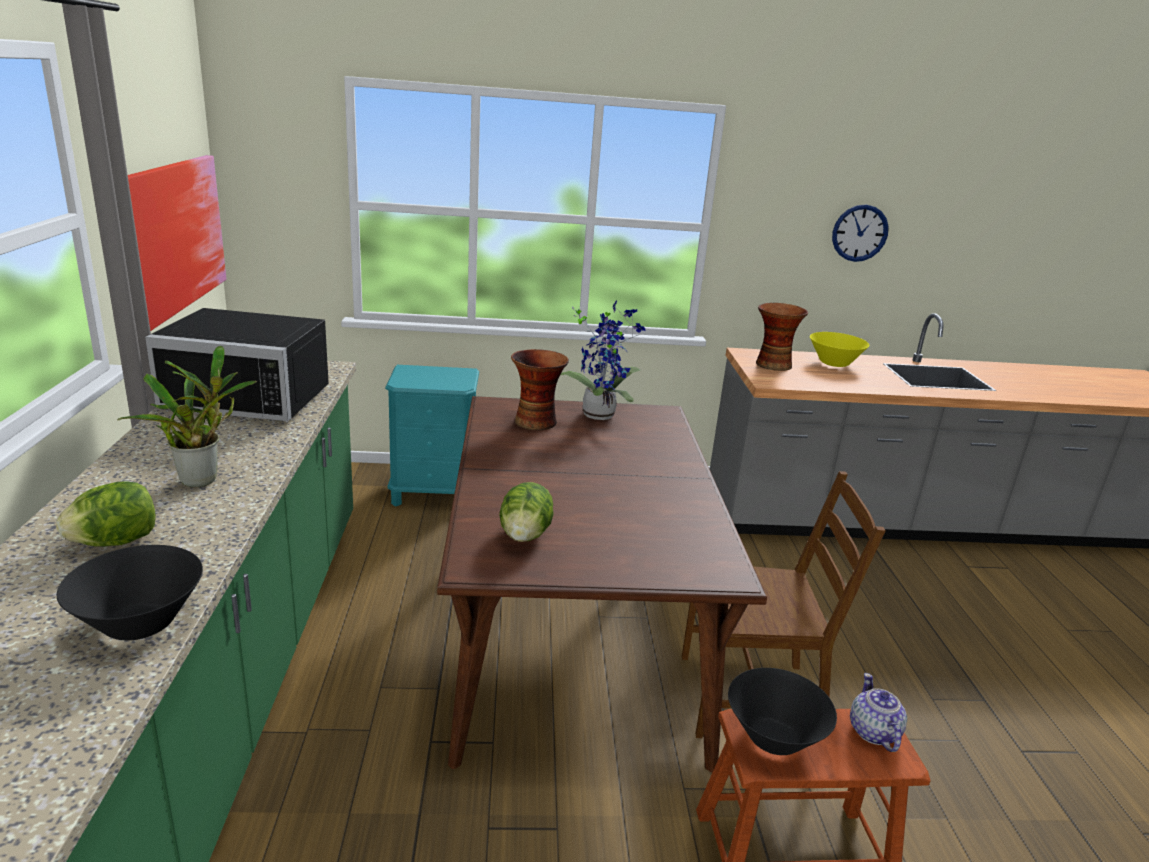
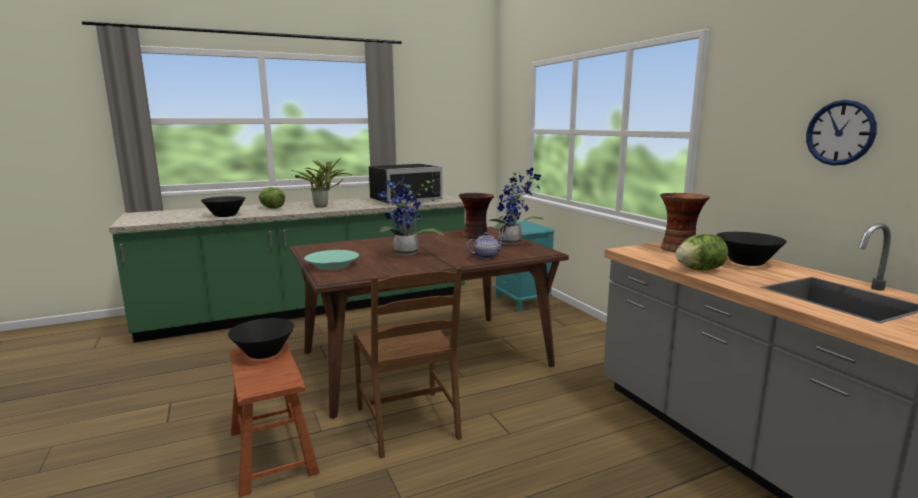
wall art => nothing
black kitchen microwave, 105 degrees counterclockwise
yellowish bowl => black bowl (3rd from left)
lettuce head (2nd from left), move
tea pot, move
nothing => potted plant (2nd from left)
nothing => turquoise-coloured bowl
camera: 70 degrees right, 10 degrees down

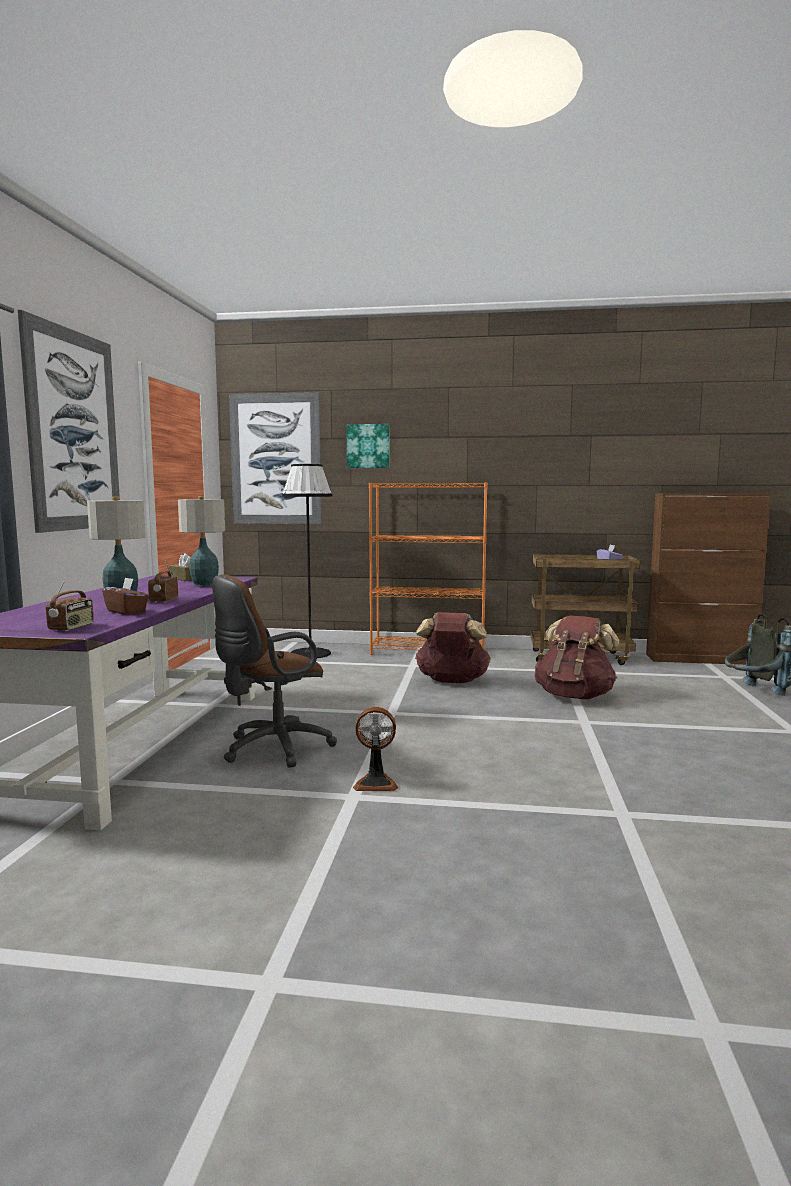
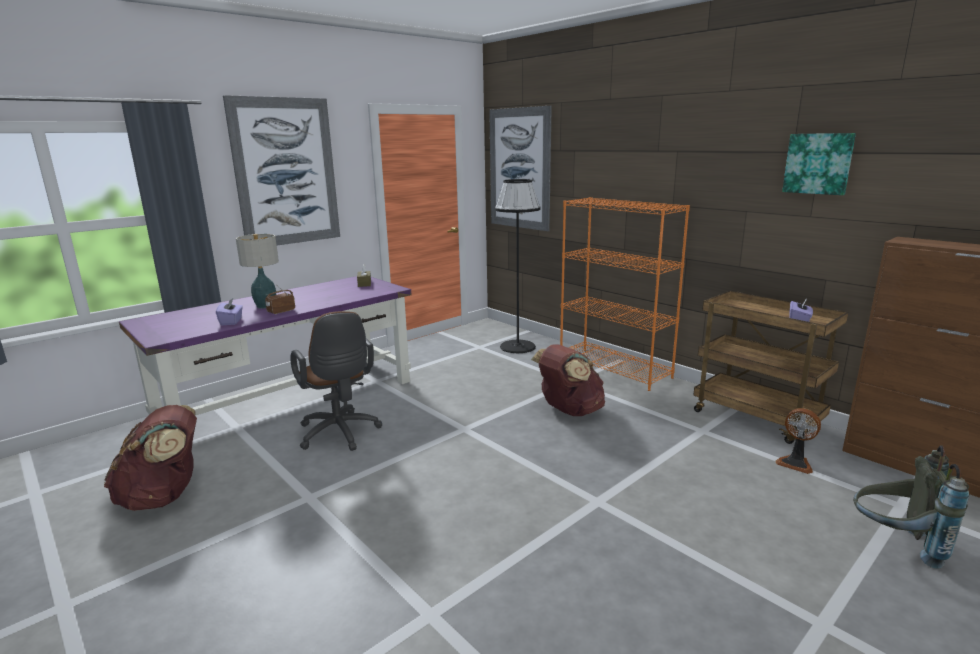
wall art (3rd from left), move
table lamp (2nd from left) => nothing
brownish desk chair, 120 degrees counterclockwise
radio set (1st from left) => nothing
brownish tissue holder (1st from left) => purplish tissue holder (1st from left)
brownish knapsack (2nd from left in the first image) => brownish knapsack (1st from left), move
electric fan, move
camera: 40 degrees right, 10 degrees up

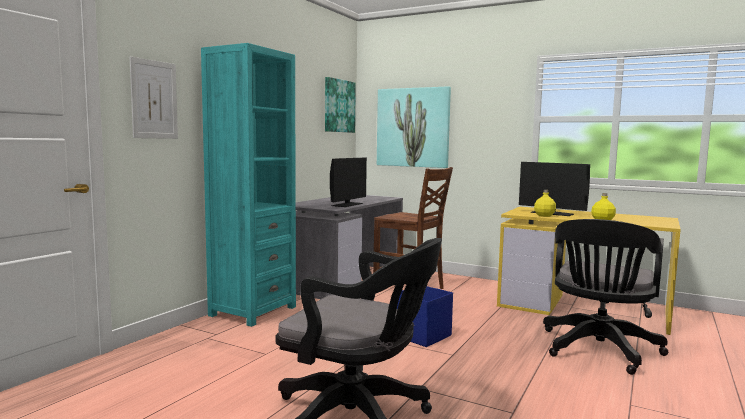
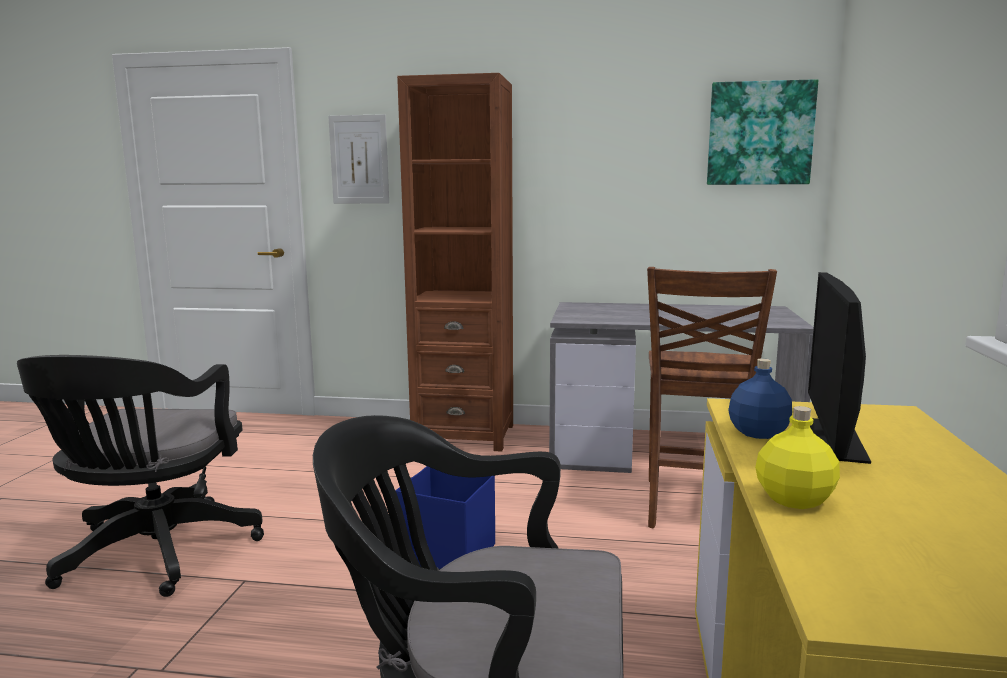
turquoise-coloured bookshelf => brownish bookshelf
wall art (3rd from left) => nothing
monitor (1st from left) => nothing
yellowish beverage bottle (1st from left) => bluish beverage bottle
camera: 70 degrees right, 5 degrees up

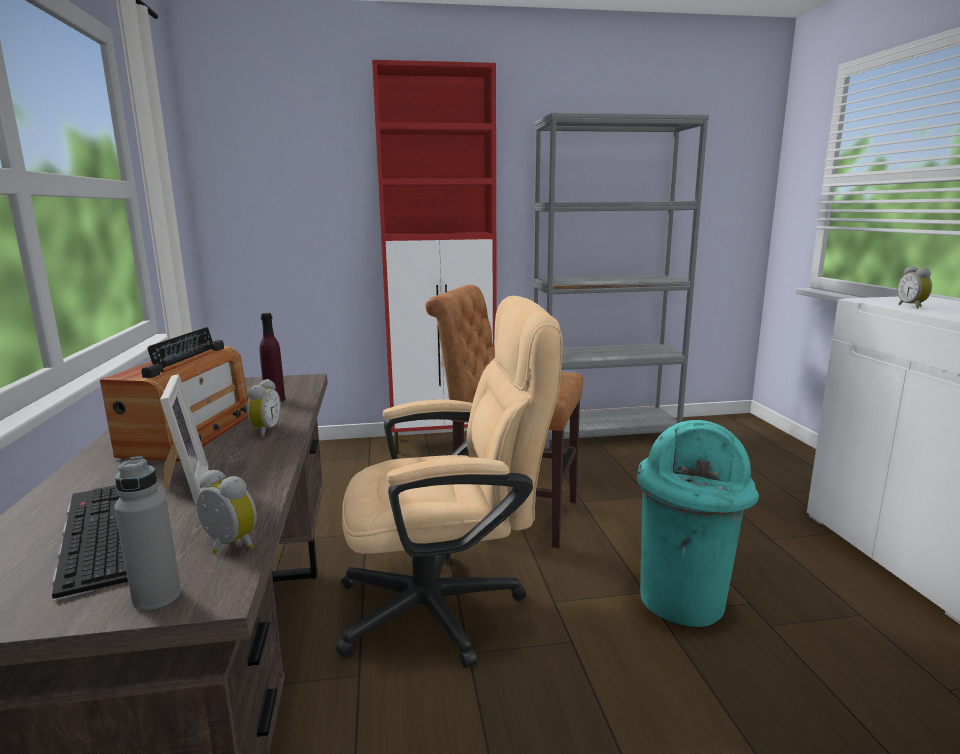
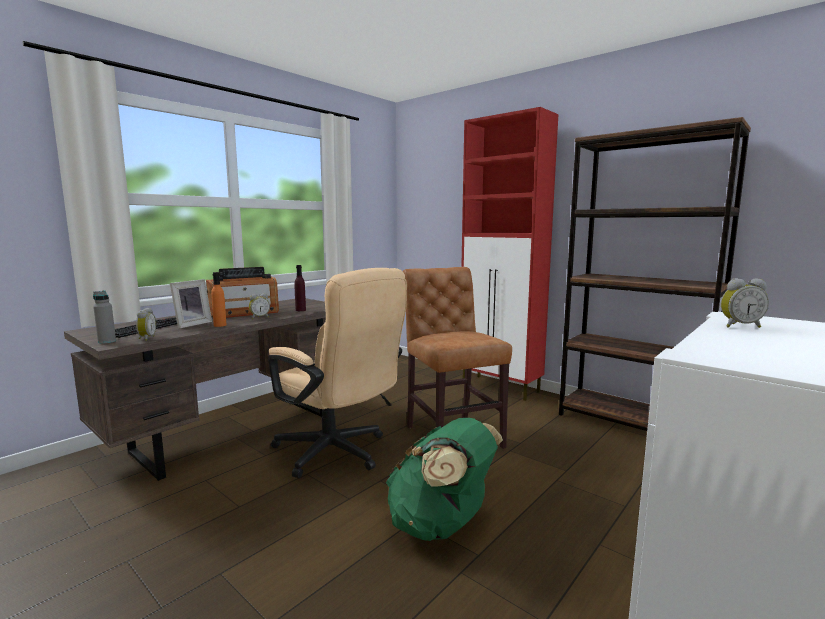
gray bookshelf => brownish bookshelf
bedside clock (3rd from left), 135 degrees counterclockwise
turquoise-coloured rubbish bin => greenish knapsack
nothing => orange beverage bottle
camera: 50 degrees right, 5 degrees down

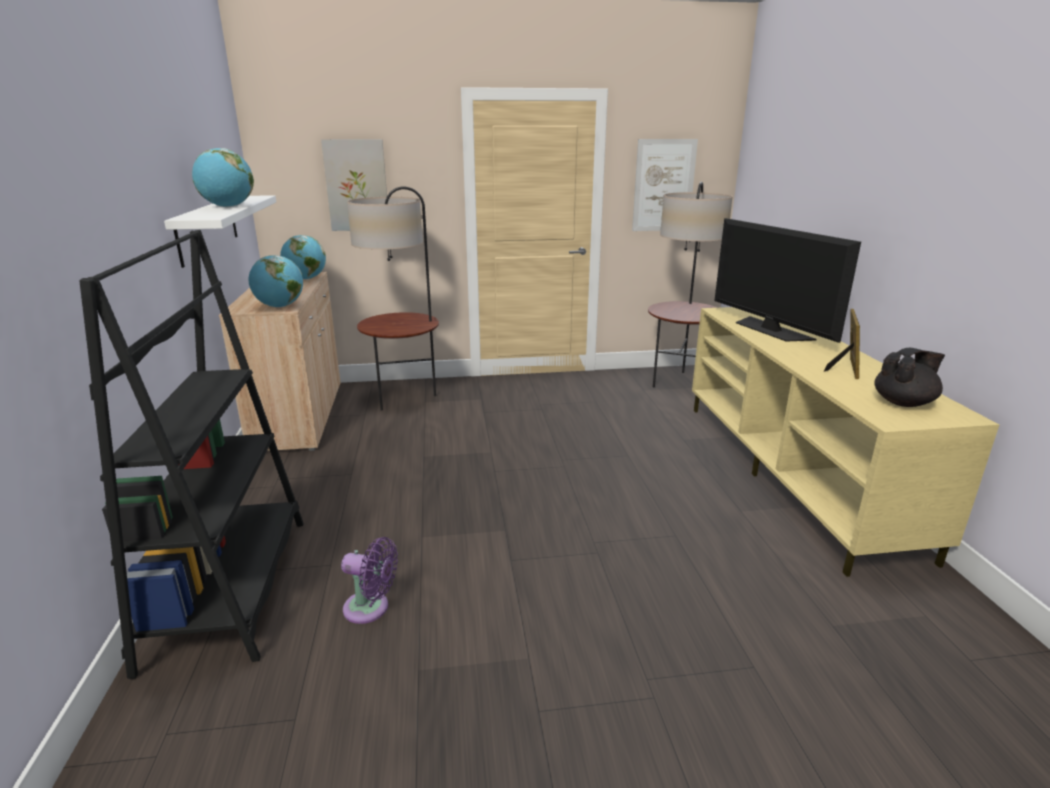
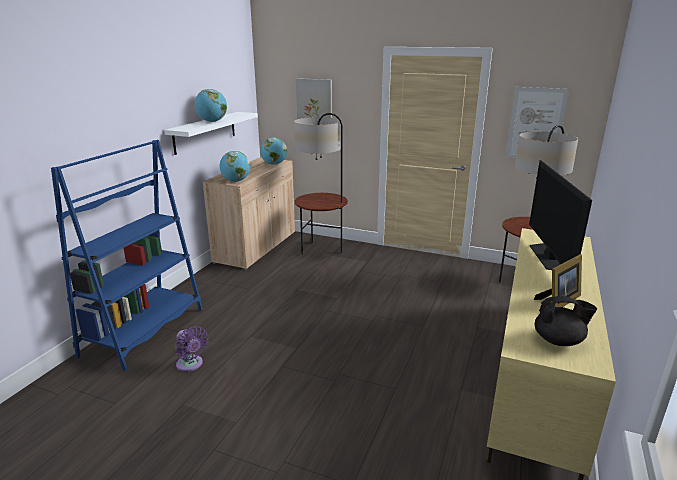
black bookshelf => bluish bookshelf
camera: 30 degrees right, 0 degrees up

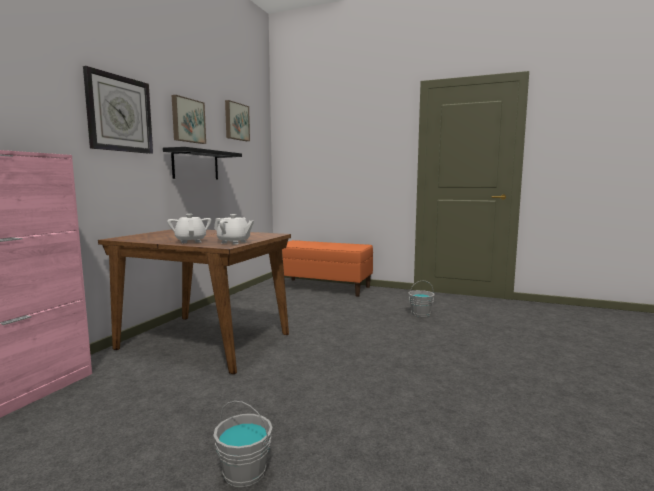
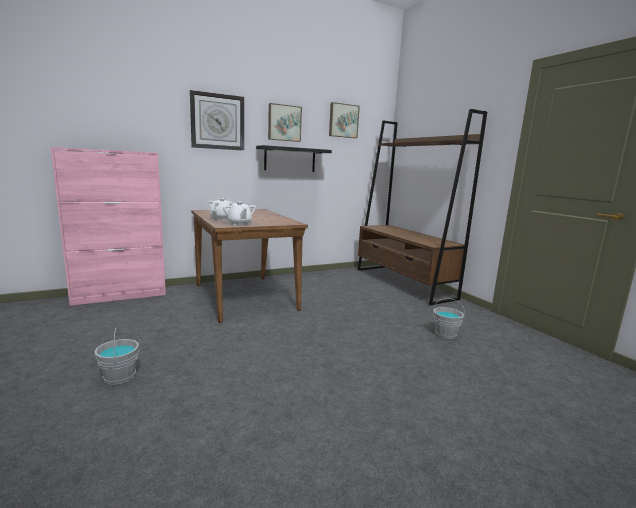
orange indoor bench => brownish bookshelf
camera: 40 degrees right, 5 degrees up

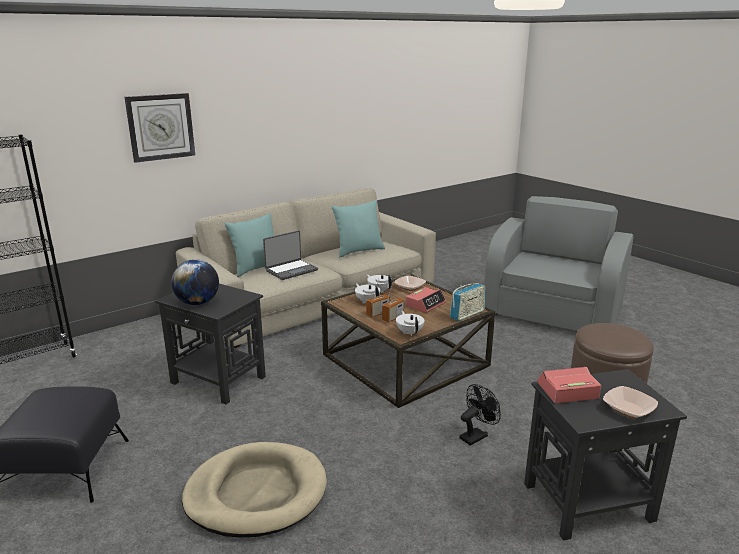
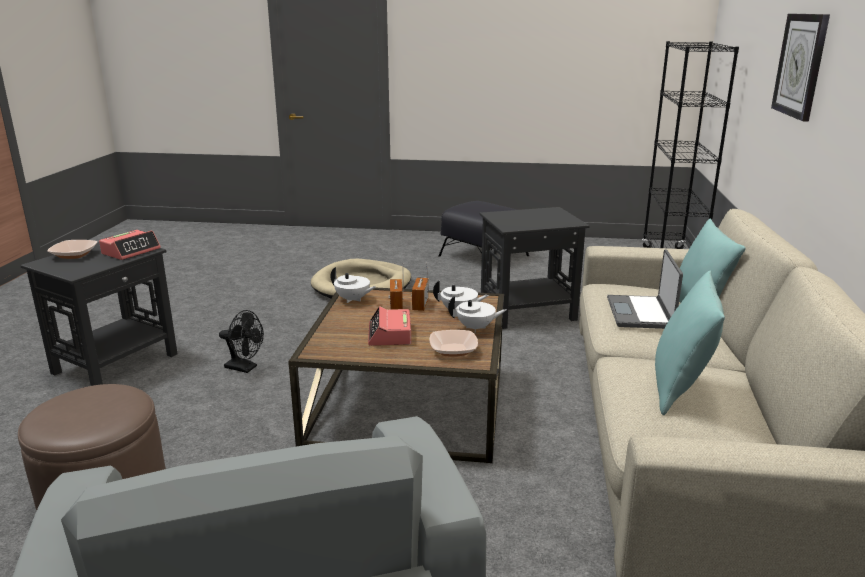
globe => nothing
radio set (3rd from left) => nothing
black electric fan, 75 degrees counterclockwise
camera: 135 degrees right, 0 degrees up

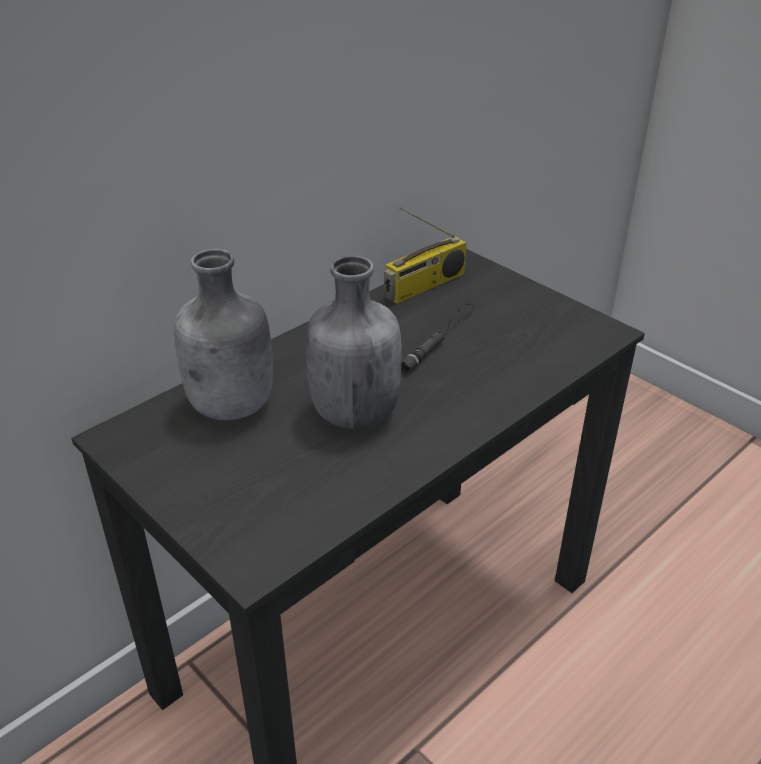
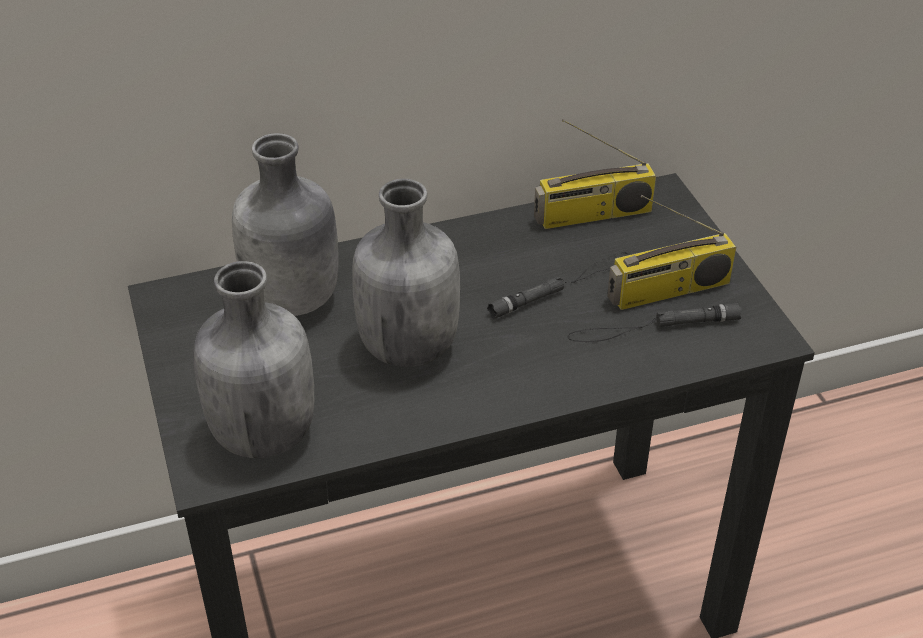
nothing => radio set (2nd from left)
nothing => gray beverage bottle (1st from left)
nothing => black flashlight (2nd from left)
camera: 25 degrees right, 5 degrees up

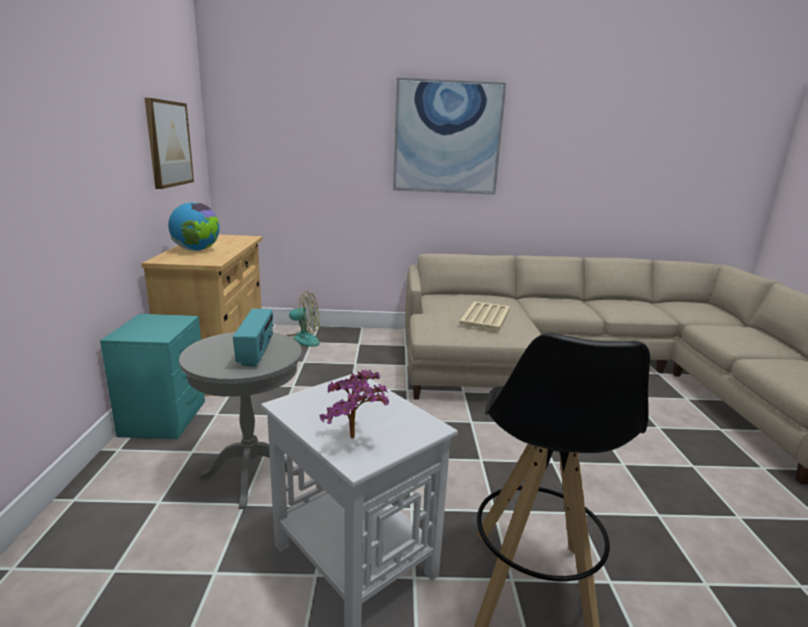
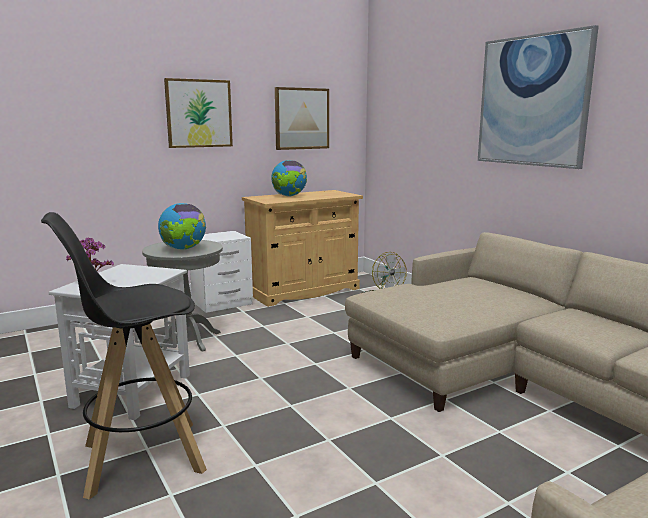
beige serving tray => nothing
radio set => globe (1st from left)
turquoise-coloured nightstand => white-coloured nightstand
nothing => wall art (1st from left)
camera: 60 degrees right, 5 degrees down

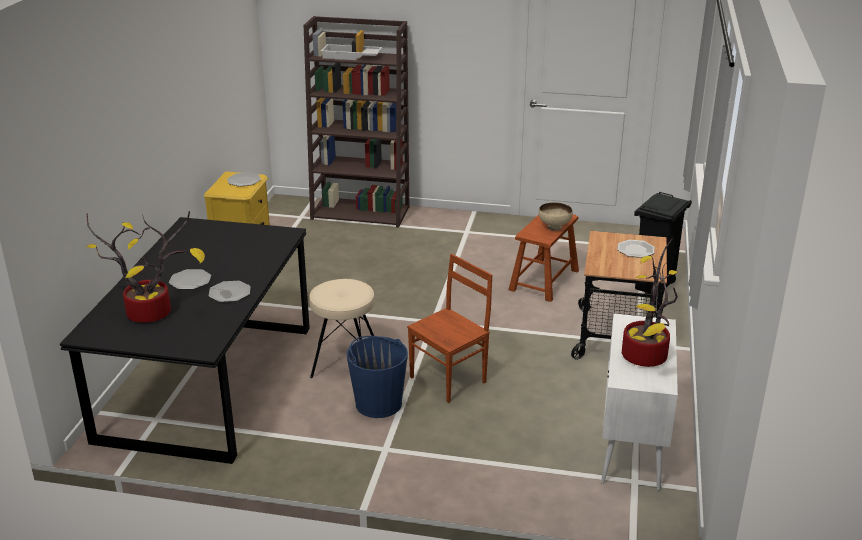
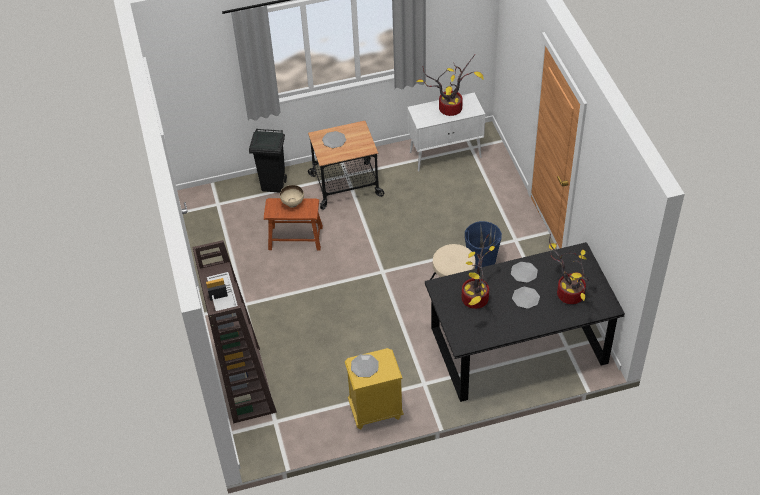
brownish upright chair => nothing
nothing => potted plant (2nd from left)
camera: 115 degrees left, 20 degrees up

